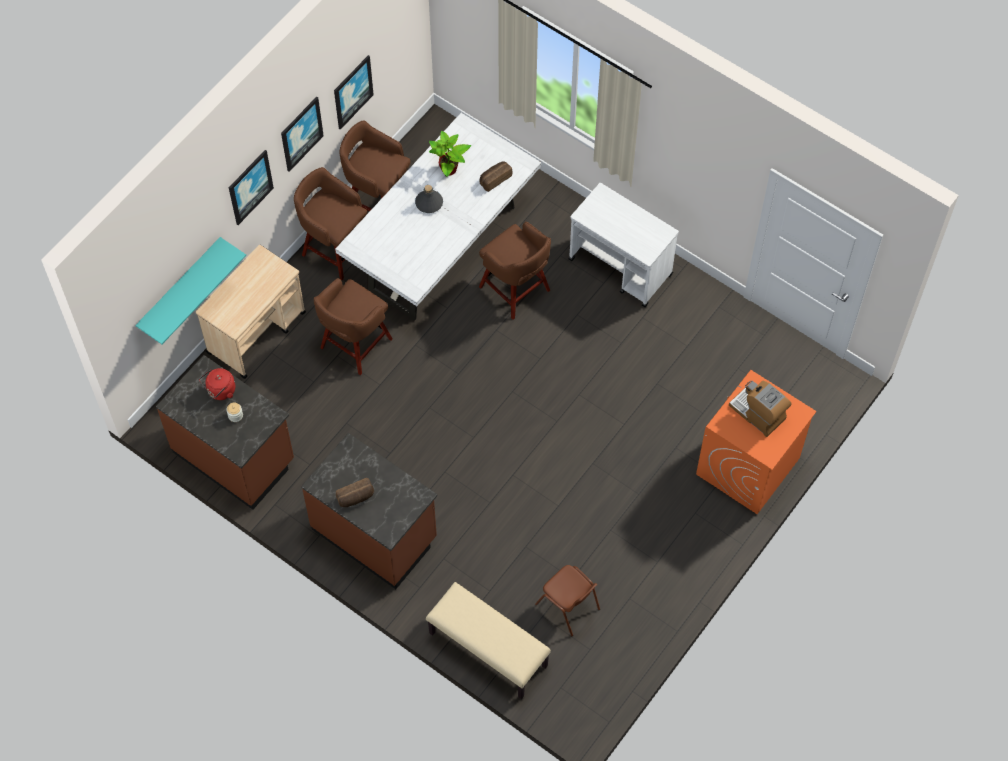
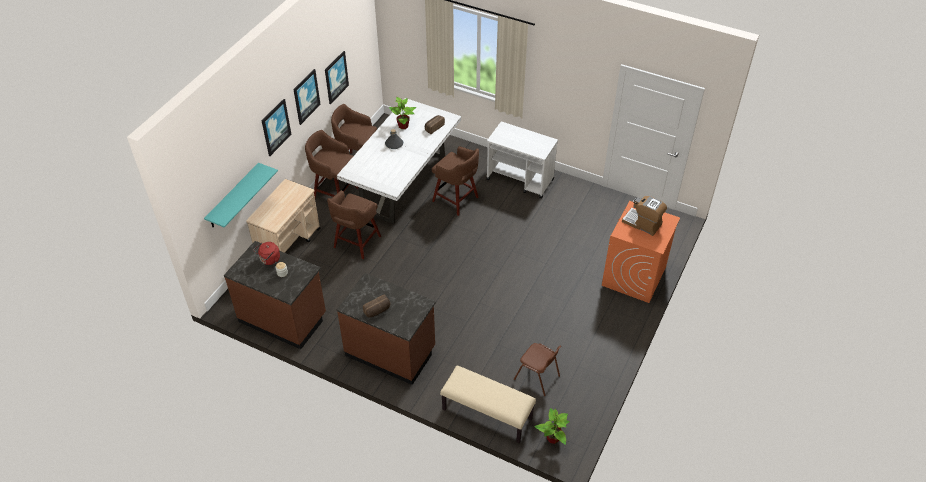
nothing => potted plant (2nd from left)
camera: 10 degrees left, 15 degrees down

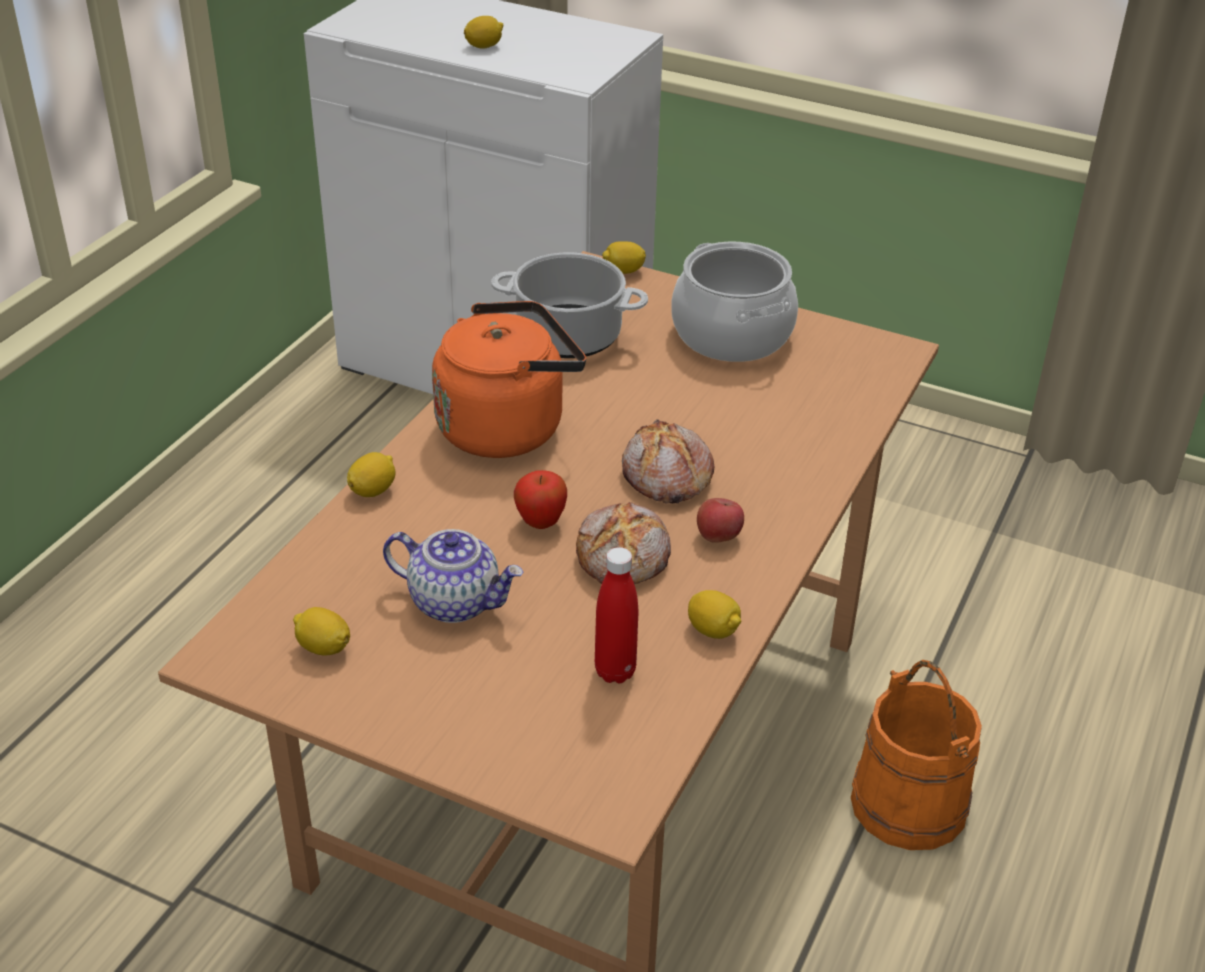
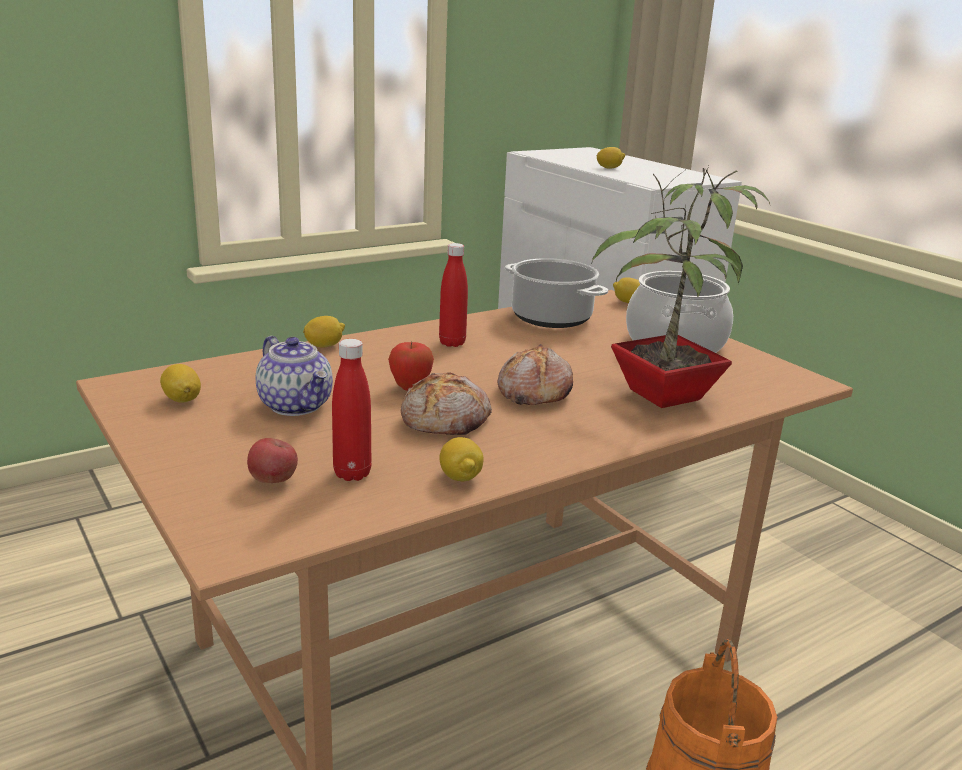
orange tea kettle => reddish beverage bottle (2nd from left)
apple fruit (2nd from left in the first image) => apple fruit (1st from left), move
nothing => potted plant
camera: 30 degrees right, 15 degrees down

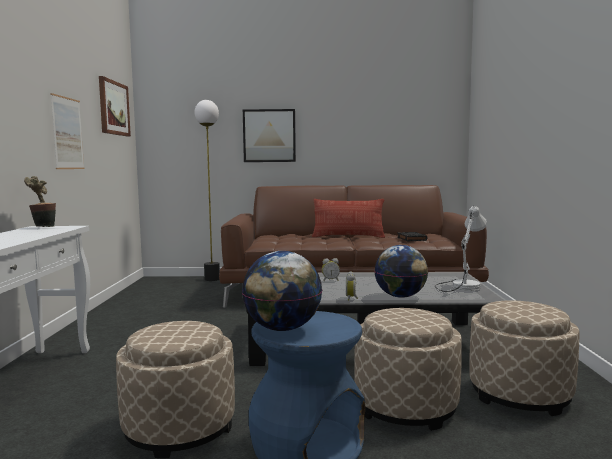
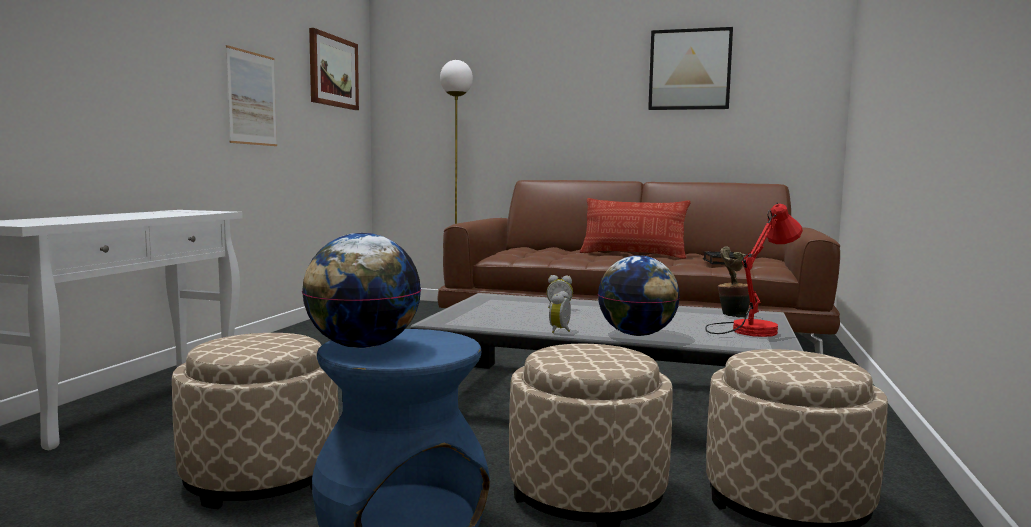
wall art (3rd from left), move
potted plant, move
white-coloured table lamp => reddish table lamp
camera: 15 degrees right, 0 degrees up

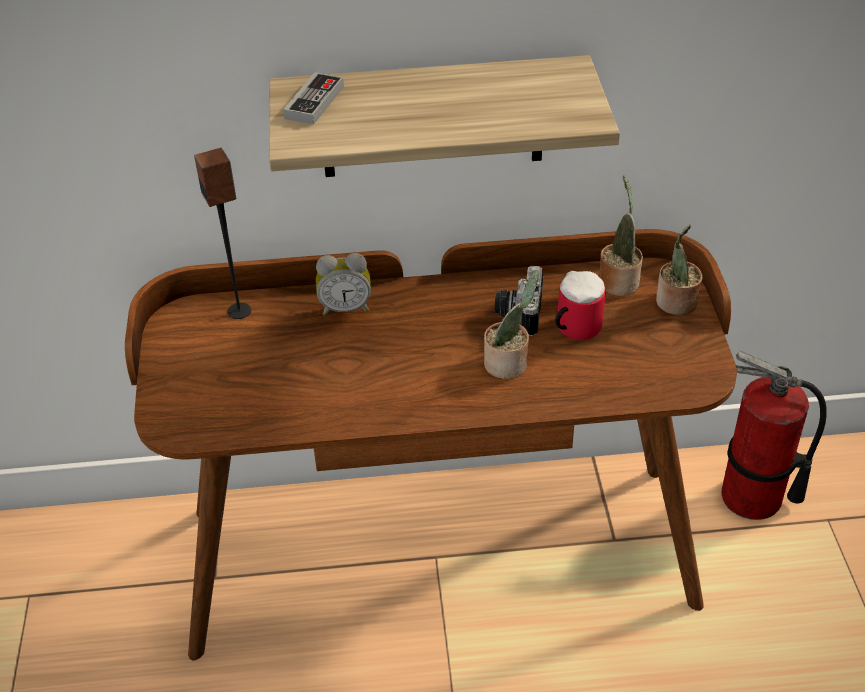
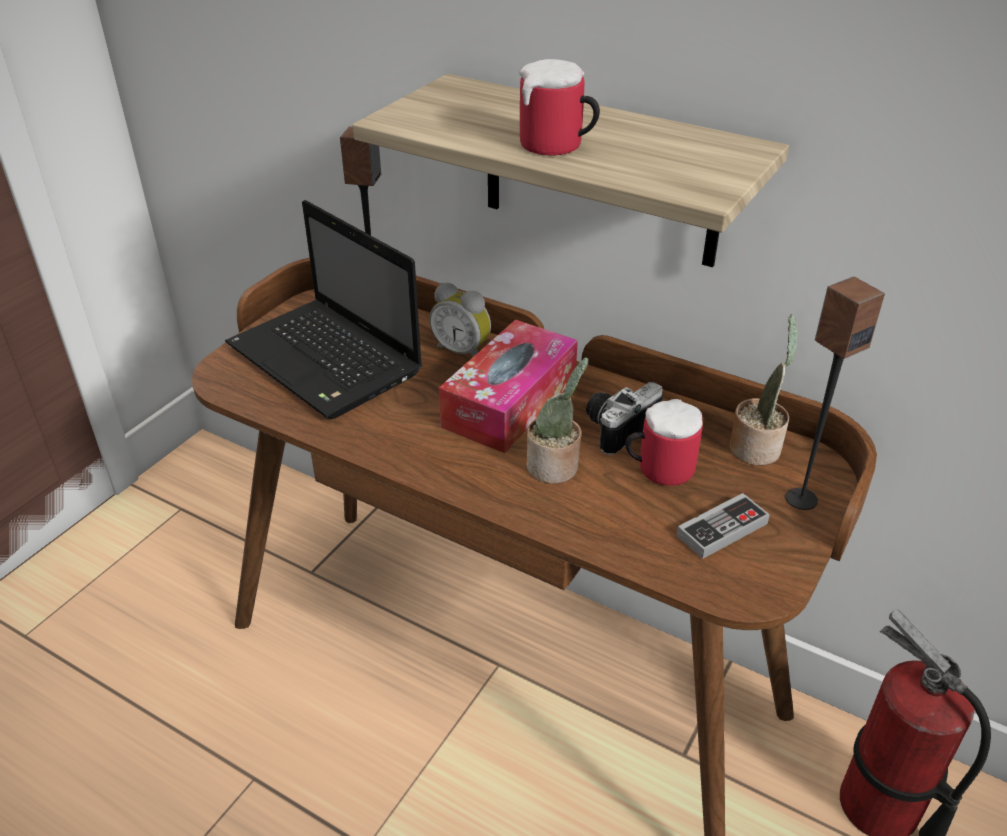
joypad, move
potted plant (3rd from left) => loudspeaker (2nd from left)
nothing => mug (1st from left)
nothing => notebook computer
nothing => tissue holder
camera: 35 degrees right, 5 degrees down

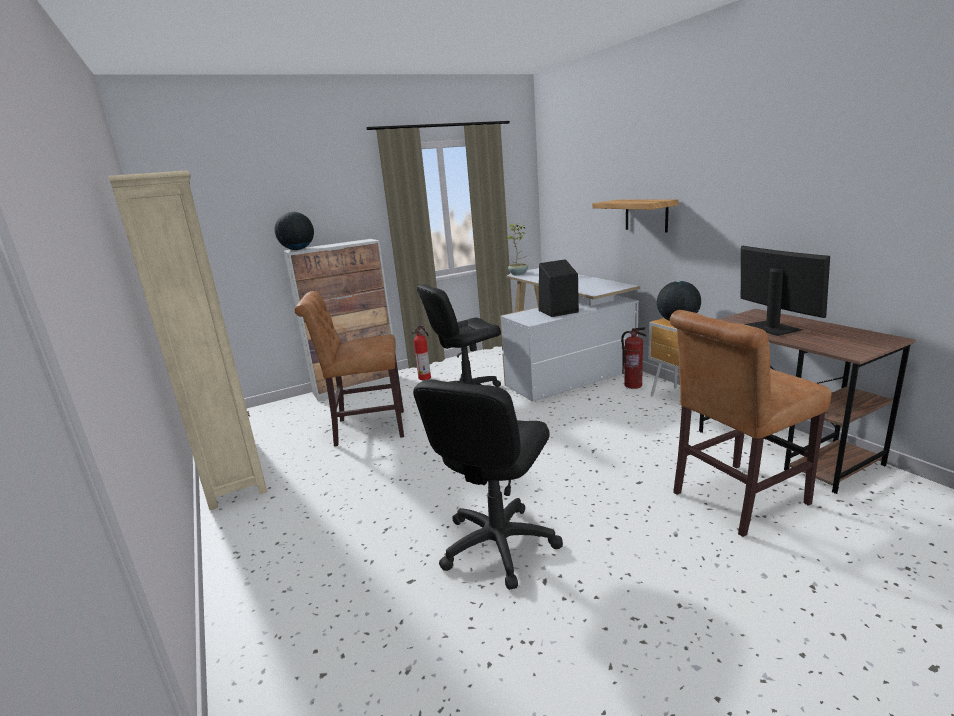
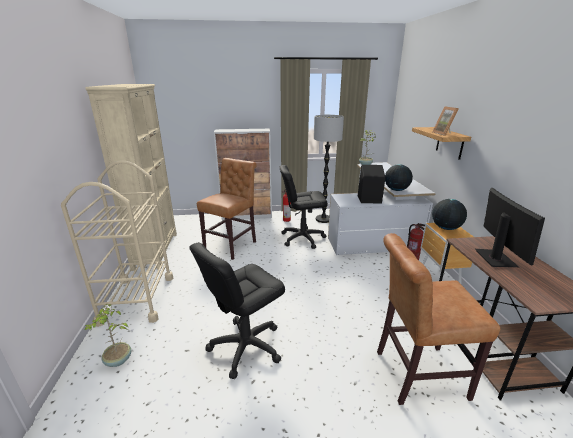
globe (1st from left), move
brownish upright chair (1st from left), 105 degrees clockwise
nothing => photo frame
nothing => floor lamp
nothing => beige cart
nothing => potted plant (1st from left)
camera: 20 degrees right, 5 degrees up

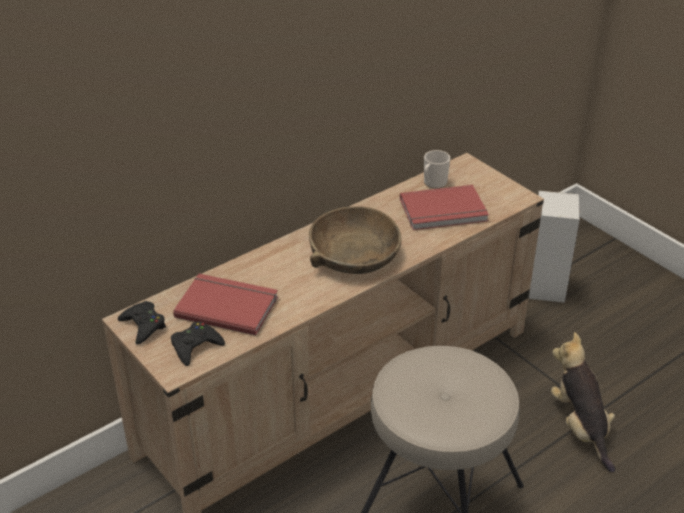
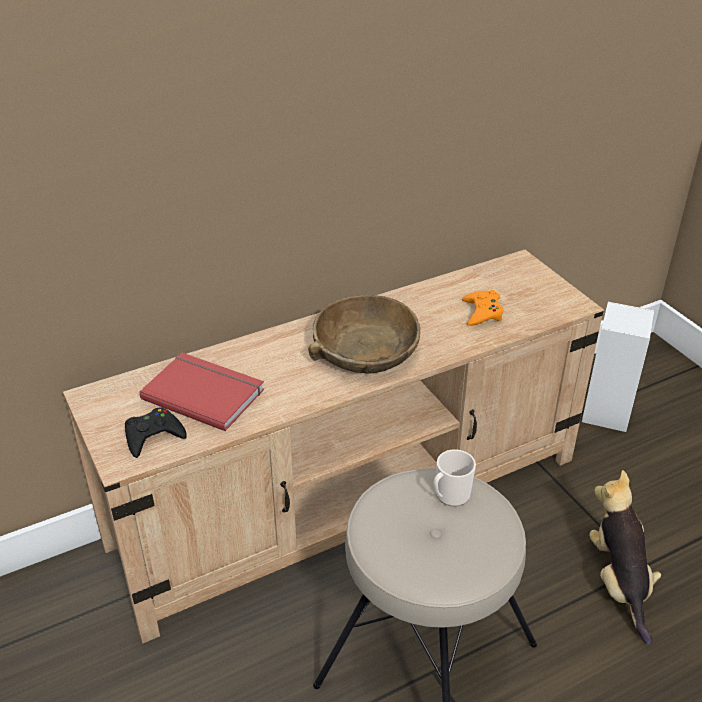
mug, move
reddish bound book (2nd from left) => orange joypad
black joypad (1st from left) => nothing
camera: 10 degrees right, 0 degrees up

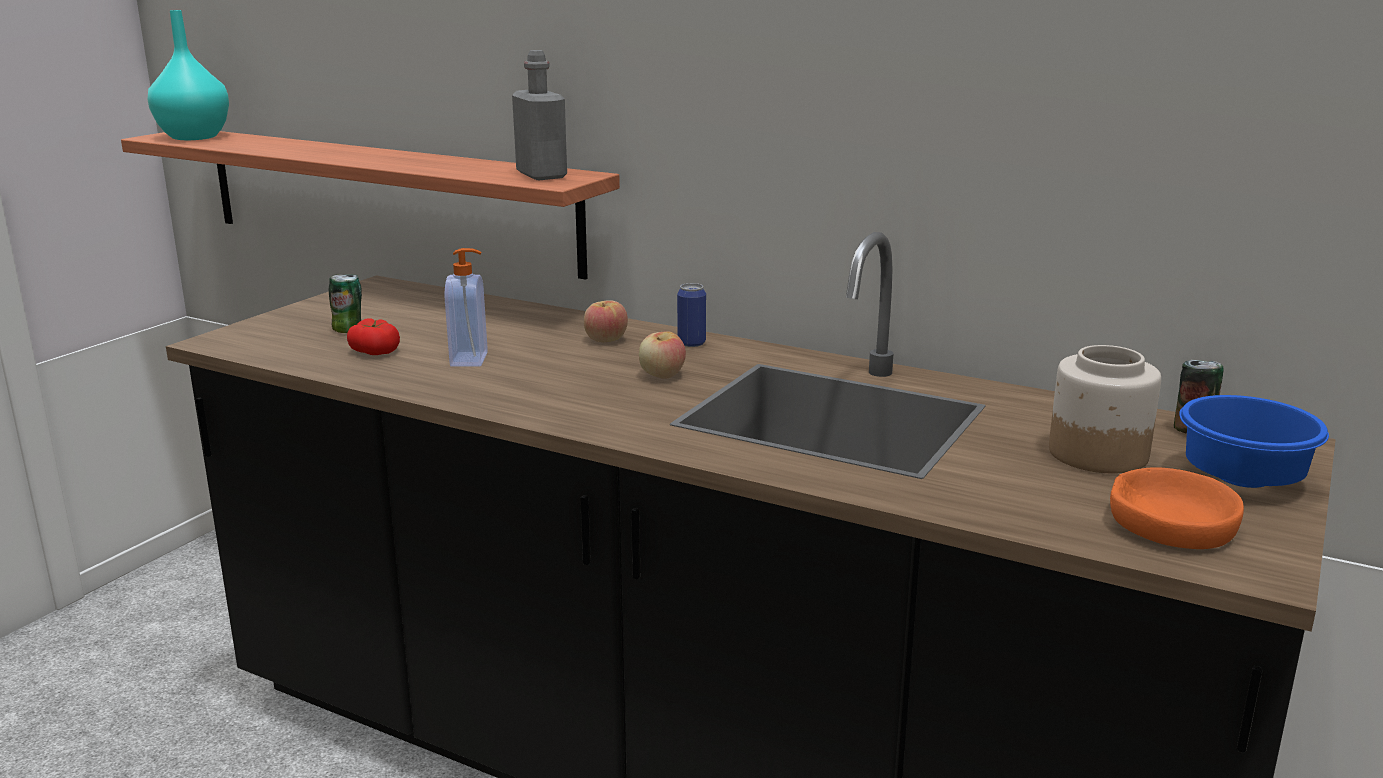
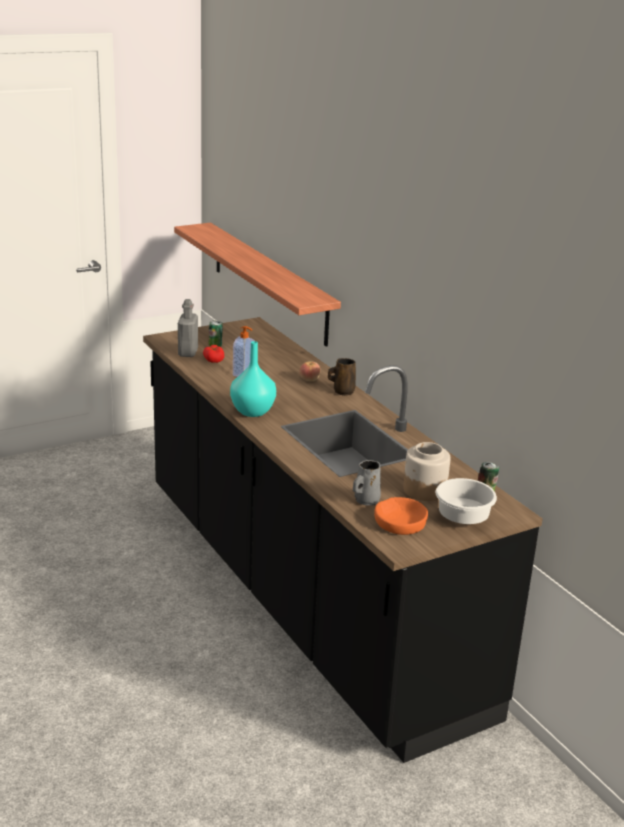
turquoise-coloured flower vase, move
gray beverage bottle, move
metal can (2nd from left) => brownish mug
apple fruit (2nd from left) => nothing
bluish bowl => white-coloured bowl
nothing => gray mug
camera: 30 degrees right, 5 degrees up

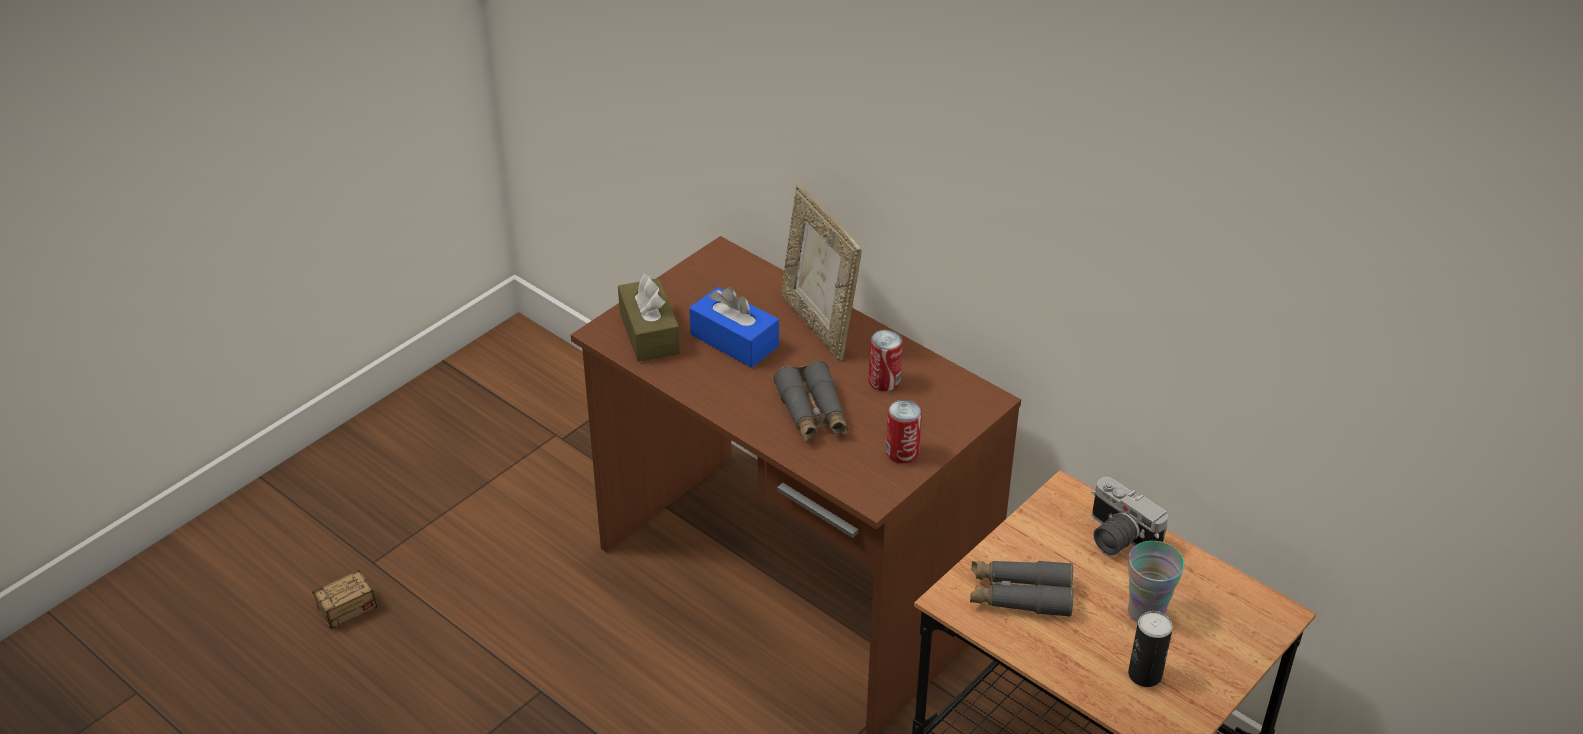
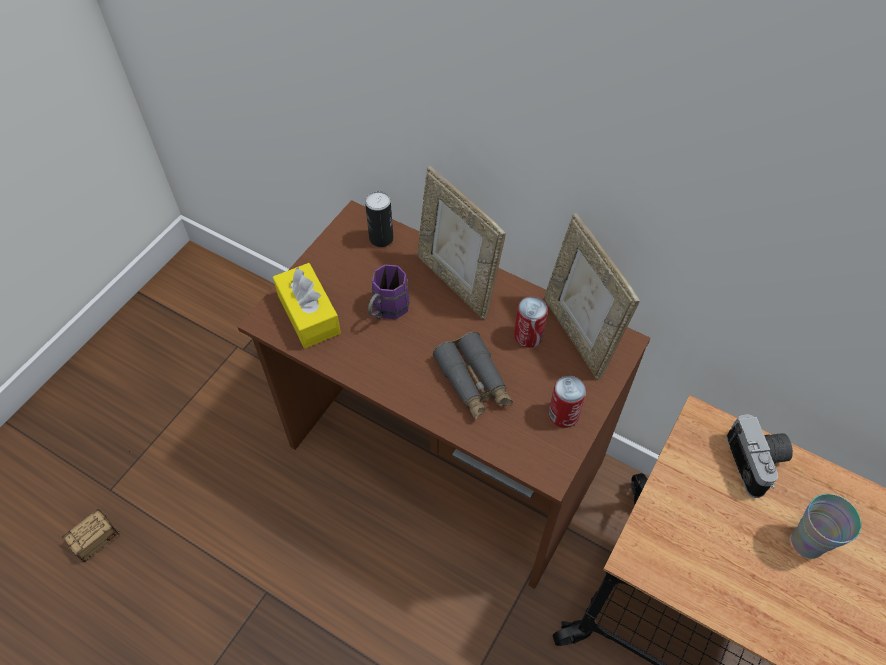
brownish tissue holder => yellowish tissue holder
bluish tissue holder => purplish mug
photo camera, 135 degrees counterclockwise
gray pair of binoculars (2nd from left) => nothing
metal can (3rd from left in the first image) => metal can (1st from left), move
nothing => photo frame (2nd from left)
camera: 10 degrees left, 15 degrees up

